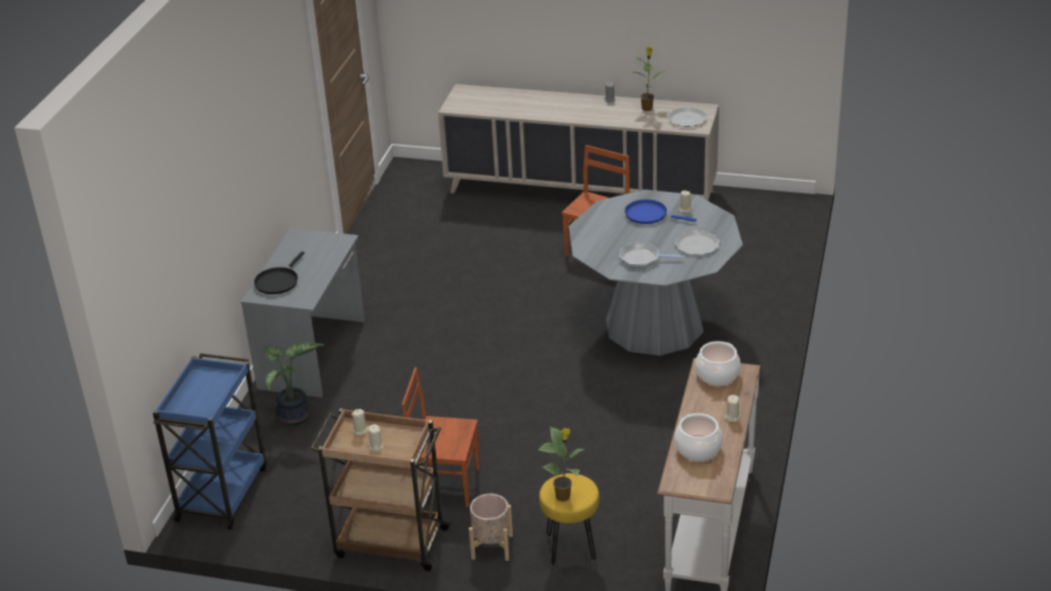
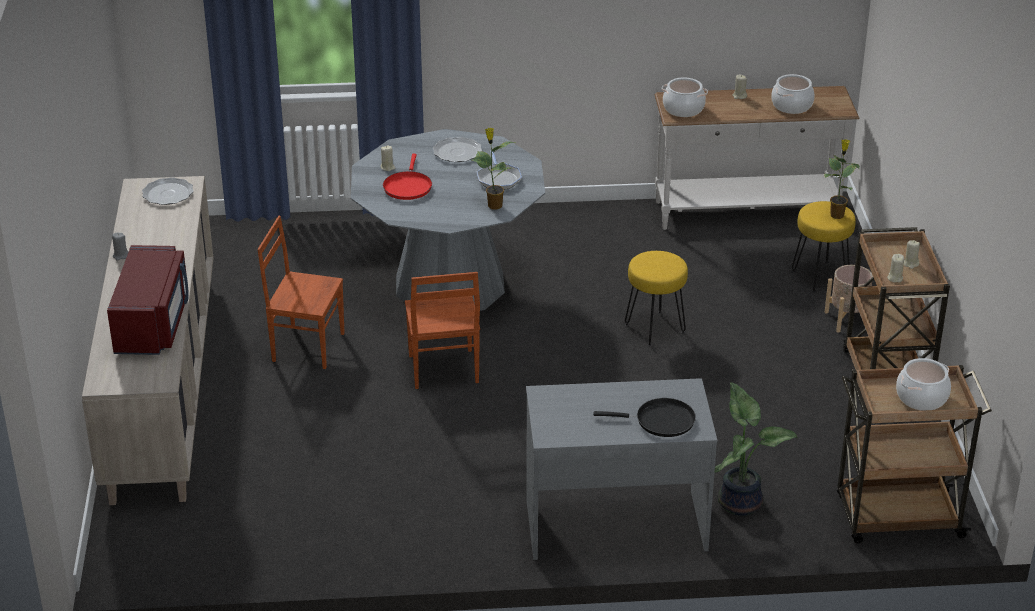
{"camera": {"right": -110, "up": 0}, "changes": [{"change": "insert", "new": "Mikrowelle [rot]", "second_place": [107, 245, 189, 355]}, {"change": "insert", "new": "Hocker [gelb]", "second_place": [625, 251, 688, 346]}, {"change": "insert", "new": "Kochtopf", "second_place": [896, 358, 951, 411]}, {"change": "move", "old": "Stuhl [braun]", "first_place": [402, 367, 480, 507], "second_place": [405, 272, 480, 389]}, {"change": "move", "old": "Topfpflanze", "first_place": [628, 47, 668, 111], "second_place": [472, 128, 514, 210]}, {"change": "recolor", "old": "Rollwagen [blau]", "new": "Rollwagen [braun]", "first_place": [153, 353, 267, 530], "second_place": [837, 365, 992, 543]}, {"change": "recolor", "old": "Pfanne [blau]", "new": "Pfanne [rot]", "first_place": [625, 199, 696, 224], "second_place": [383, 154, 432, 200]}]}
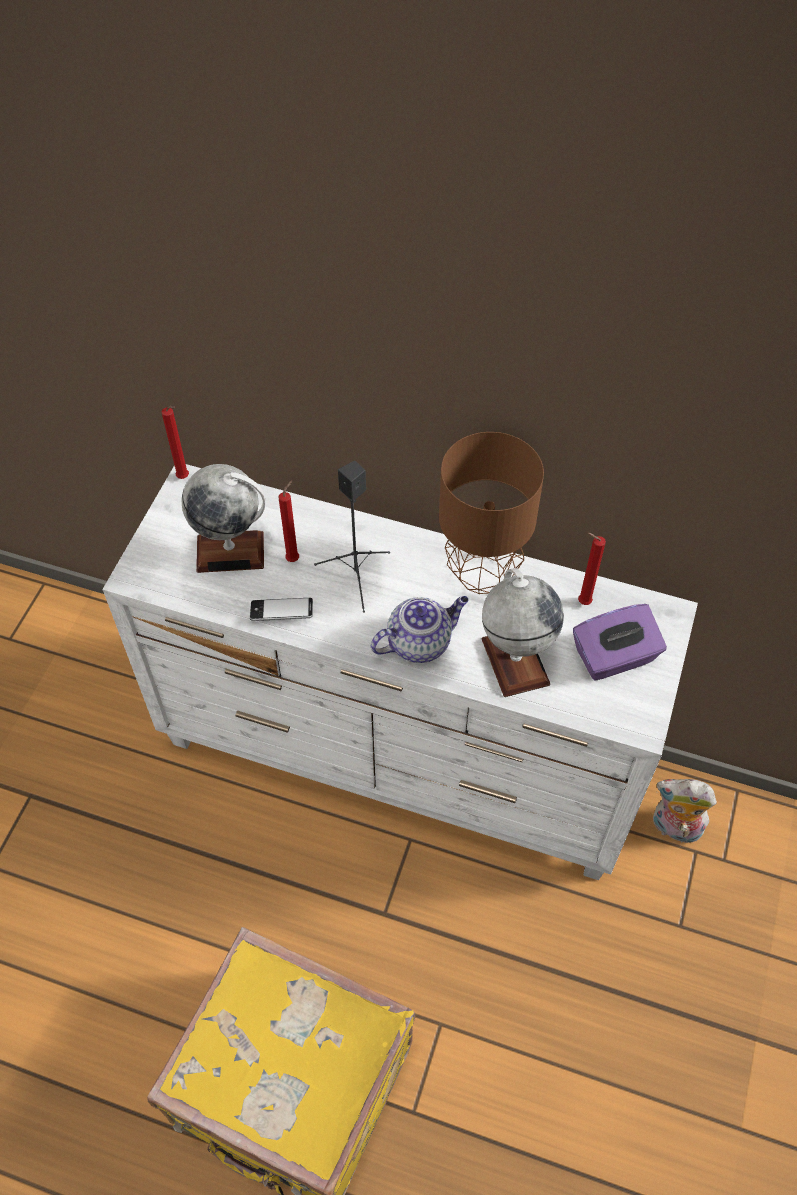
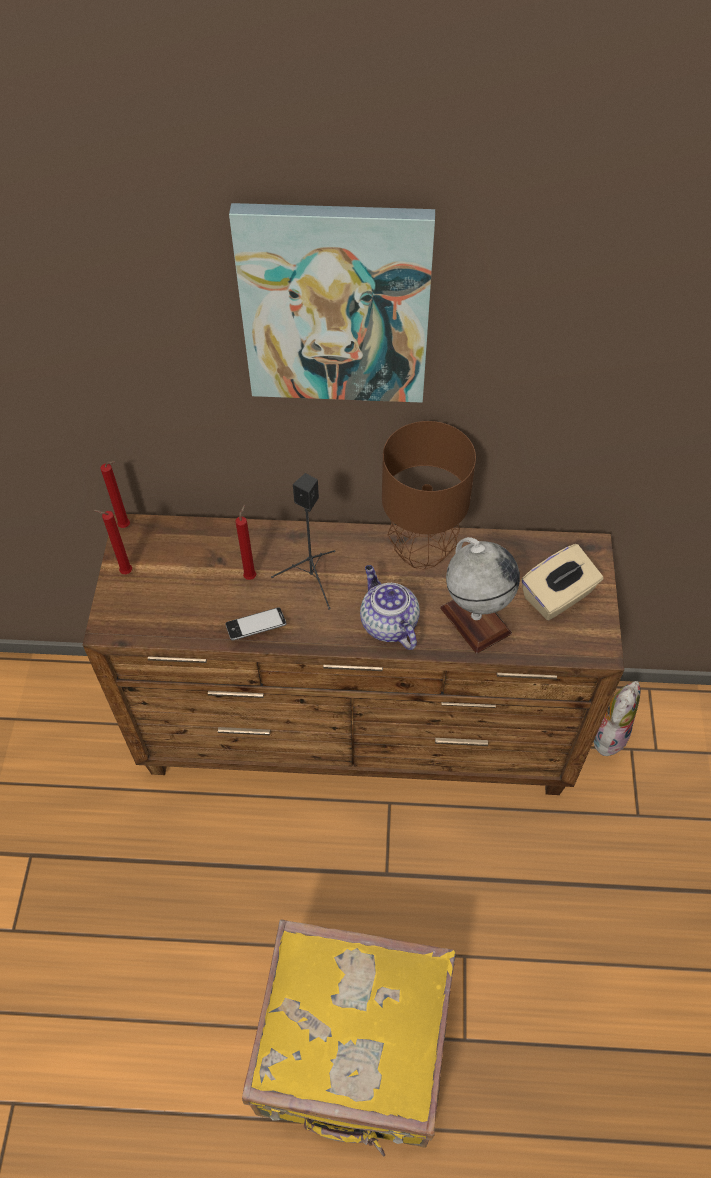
{"camera": {"right": -15, "up": 0}, "changes": [{"change": "delete", "old": "Globus", "first_place": [181, 464, 265, 573]}, {"change": "insert", "new": "Bild", "second_place": [229, 203, 435, 403]}, {"change": "move", "old": "Kerze [rot]", "first_place": [578, 533, 606, 605], "second_place": [93, 510, 132, 574]}, {"change": "recolor", "old": "Kommode [weiß]", "new": "Kommode [braun]", "first_place": [103, 464, 698, 880], "second_place": [83, 513, 624, 795]}, {"change": "recolor", "old": "Taschentuchbox [lila]", "new": "Taschentuchbox [beige]", "first_place": [573, 604, 667, 681], "second_place": [521, 544, 603, 620]}, {"change": "rotate", "old": "Teekanne", "first_place": [371, 596, 469, 663], "second_place": [360, 565, 420, 650], "degrees": -75}, {"change": "rotate", "old": "Plüschtier", "first_place": [653, 779, 717, 843], "second_place": [594, 681, 640, 761], "degrees": 120}]}
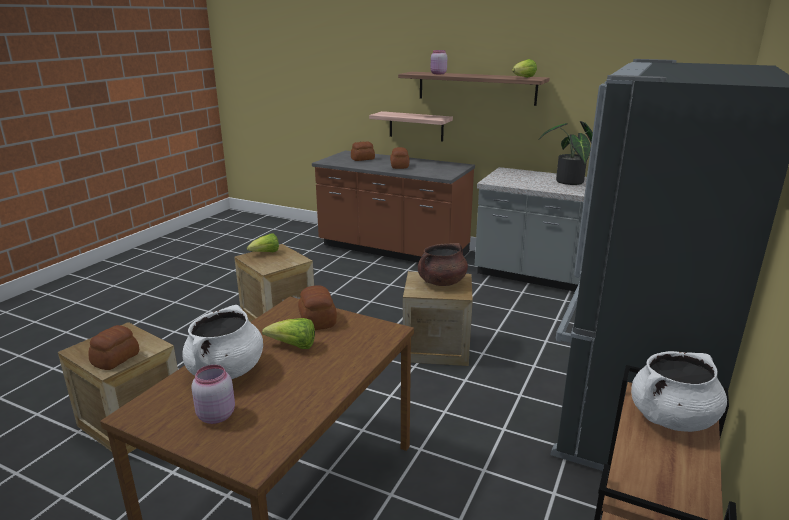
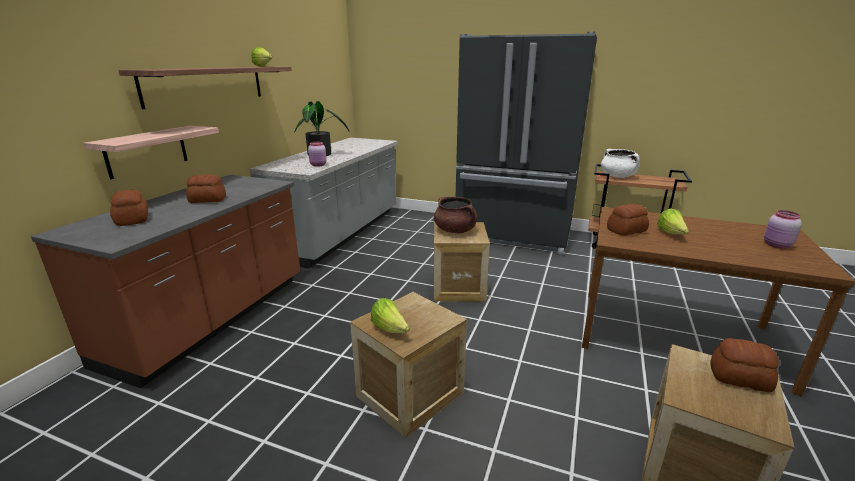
{"camera": {"right": -95, "up": 0}, "changes": [{"change": "delete", "old": "Kochtopf [weiß]", "first_place": [182, 305, 263, 379]}, {"change": "move", "old": "Vorratsglas [rosa]", "first_place": [431, 50, 447, 74], "second_place": [308, 142, 327, 167]}]}
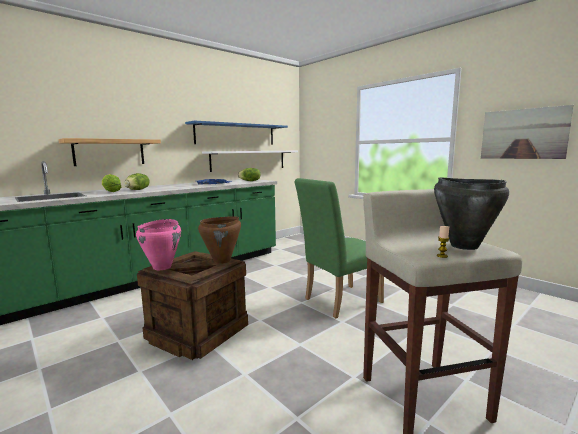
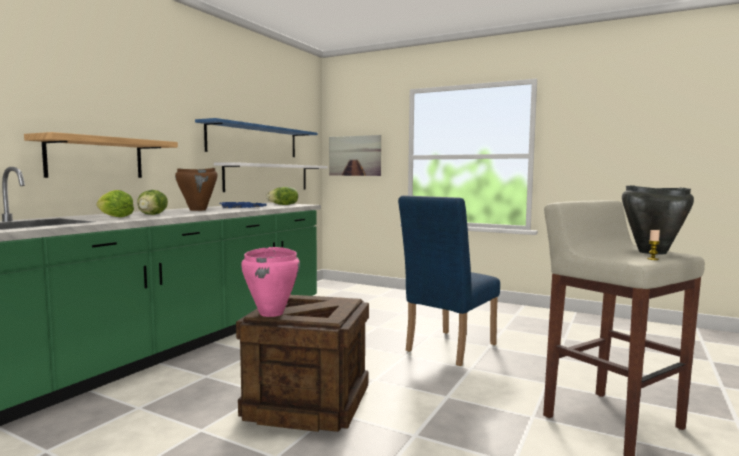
{"camera": {"right": -20, "up": -5}, "changes": [{"change": "move", "old": "Kochtopf [braun]", "first_place": [198, 216, 241, 264], "second_place": [175, 168, 218, 211]}, {"change": "move", "old": "Bild", "first_place": [481, 105, 574, 159], "second_place": [329, 135, 381, 176]}, {"change": "recolor", "old": "Stuhl [grün]", "new": "Stuhl [blau]", "first_place": [294, 178, 384, 318], "second_place": [398, 195, 500, 366]}]}
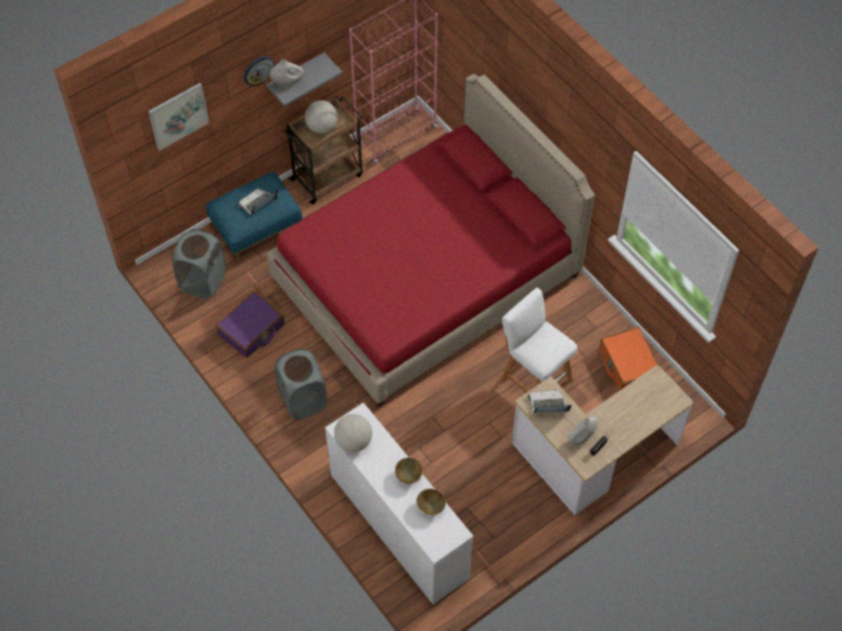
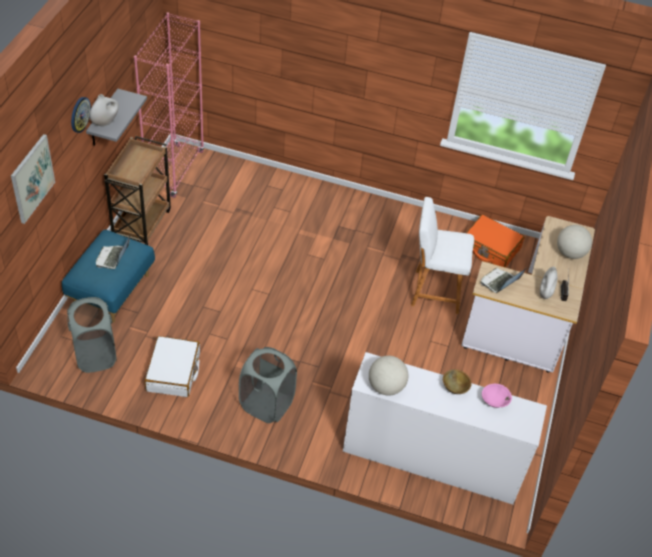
{"camera": {"right": -40, "up": -10}, "changes": [{"change": "delete", "old": "Bett [rot]", "first_place": [267, 74, 595, 406]}, {"change": "move", "old": "Globus", "first_place": [305, 100, 338, 134], "second_place": [557, 225, 592, 259]}, {"change": "recolor", "old": "Koffer [lila]", "new": "Koffer [weiß]", "first_place": [216, 292, 285, 358], "second_place": [145, 336, 200, 397]}, {"change": "recolor", "old": "Schüssel [braun]", "new": "Schüssel [rosa]", "first_place": [416, 489, 446, 515], "second_place": [482, 384, 512, 408]}]}
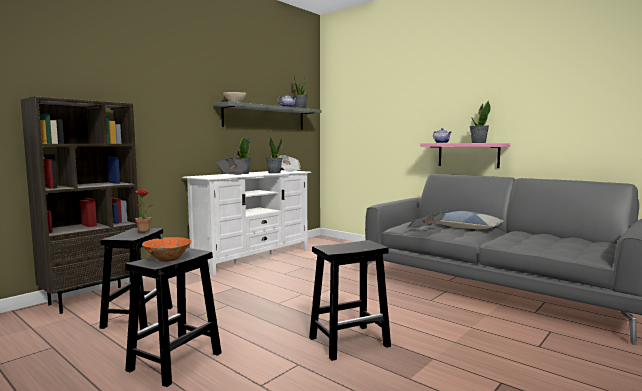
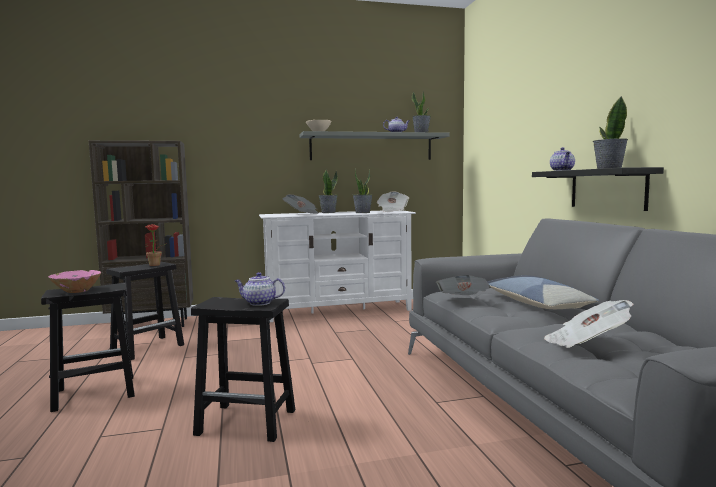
{"camera": {"right": 35, "up": 0}, "changes": [{"change": "insert", "new": "Teekanne", "second_place": [235, 272, 285, 306]}, {"change": "insert", "new": "Zeitung", "second_place": [544, 300, 634, 348]}, {"change": "recolor", "old": "Schüssel [orange]", "new": "Schüssel [rosa]", "first_place": [142, 237, 191, 262], "second_place": [49, 270, 101, 293]}, {"change": "recolor", "old": "Wandregal [rosa]", "new": "Wandregal [schwarz]", "first_place": [420, 143, 510, 168], "second_place": [532, 167, 664, 211]}]}
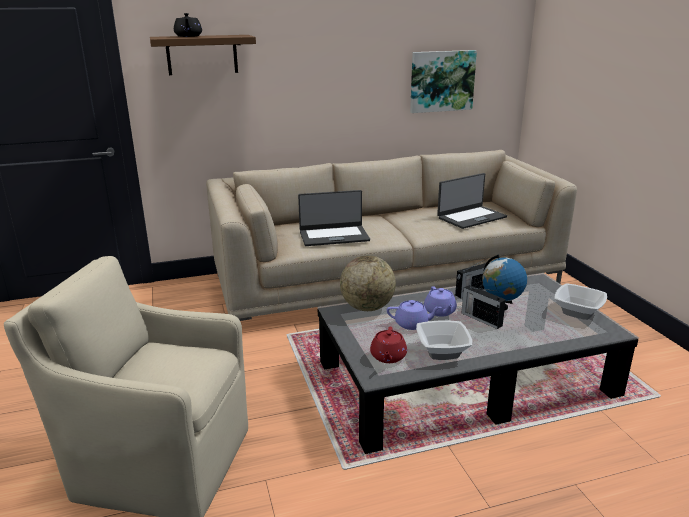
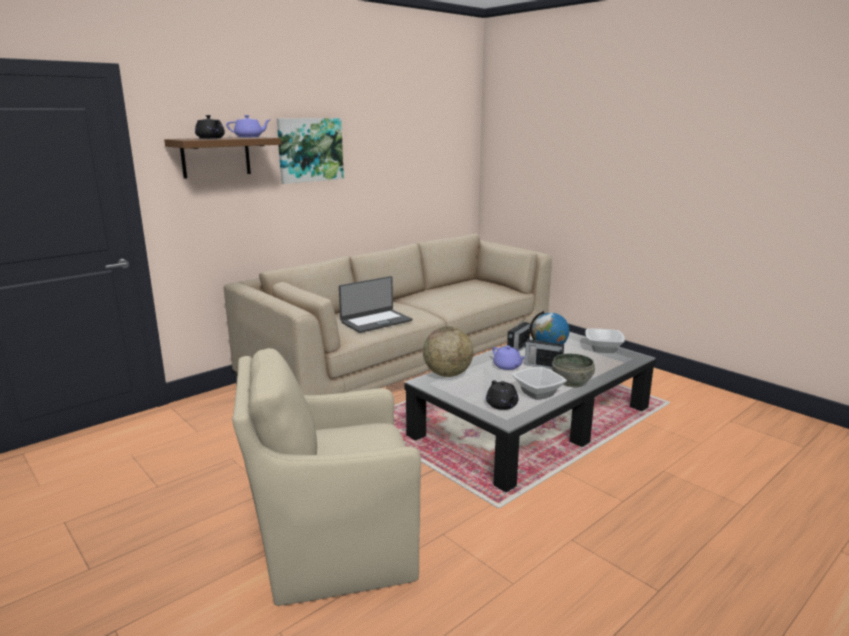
{"camera": {"right": -25, "up": -5}, "changes": [{"change": "delete", "old": "Laptop", "first_place": [437, 173, 507, 229]}, {"change": "insert", "new": "Schüssel [grau]", "second_place": [552, 353, 595, 387]}, {"change": "move", "old": "Teekanne [lila]", "first_place": [387, 300, 441, 330], "second_place": [226, 115, 270, 137]}, {"change": "move", "old": "Bild", "first_place": [410, 50, 477, 113], "second_place": [277, 118, 344, 184]}, {"change": "recolor", "old": "Teekanne [rot]", "new": "Teekanne [schwarz]", "first_place": [370, 327, 407, 363], "second_place": [486, 380, 518, 410]}]}
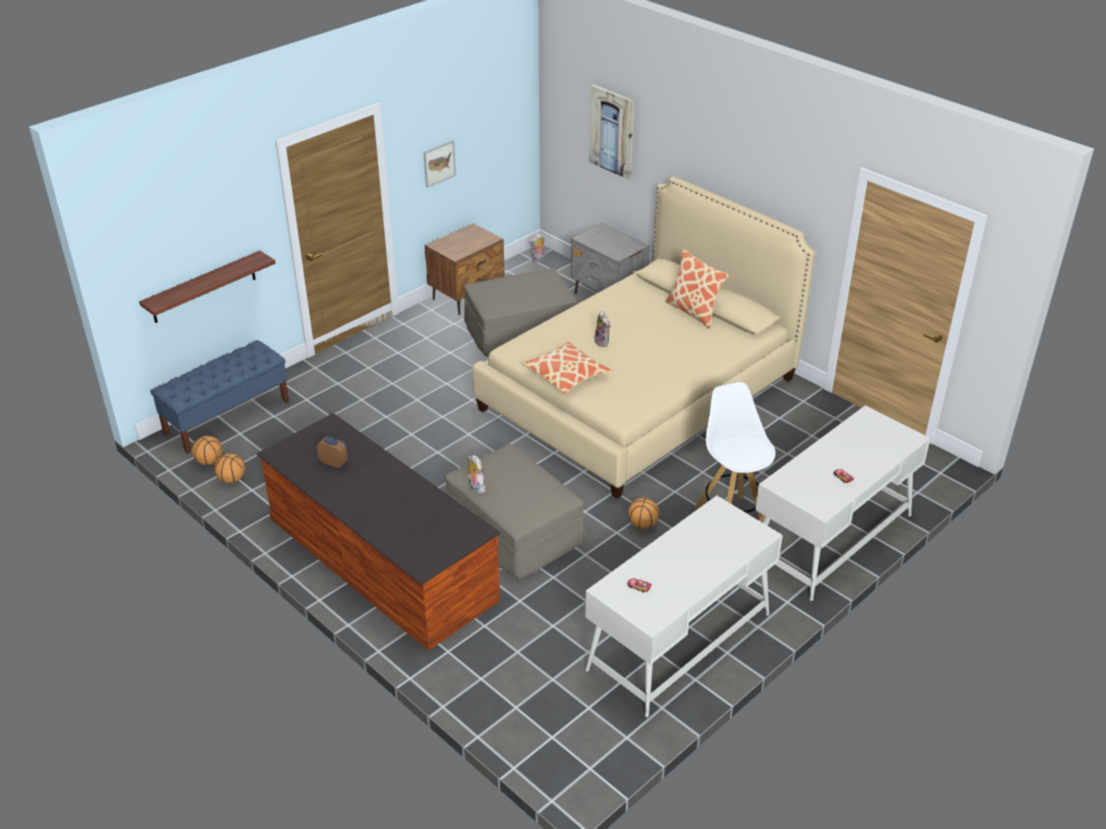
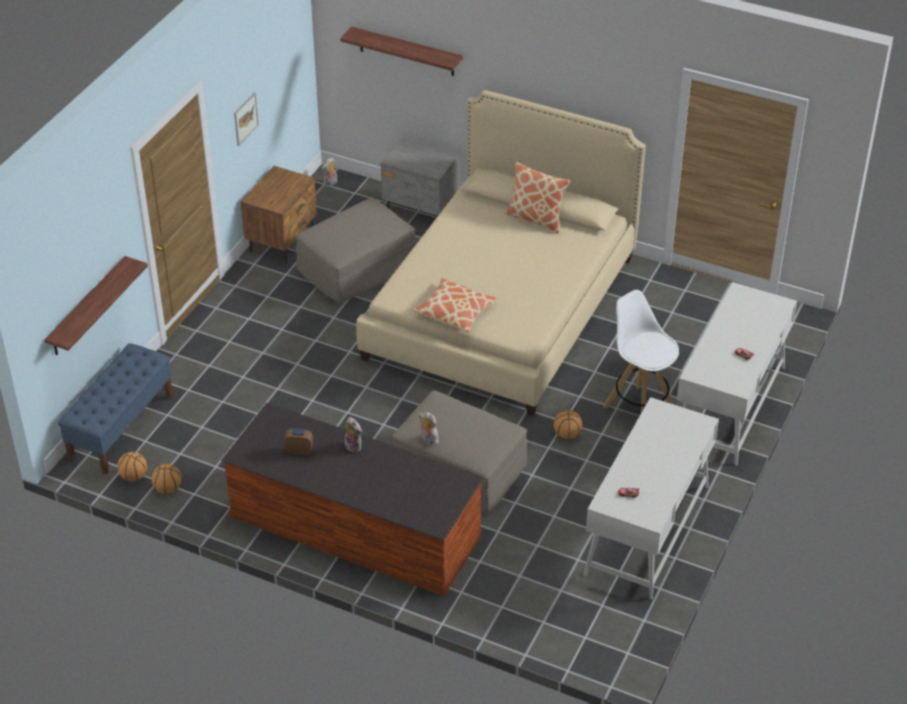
{"camera": {"right": -20, "up": 5}, "changes": [{"change": "move", "old": "Plüschtier", "first_place": [594, 311, 611, 347], "second_place": [345, 417, 362, 453]}, {"change": "replace", "old": "Bild", "new": "Wandregal", "first_place": [589, 84, 634, 180], "second_place": [340, 27, 463, 76]}]}
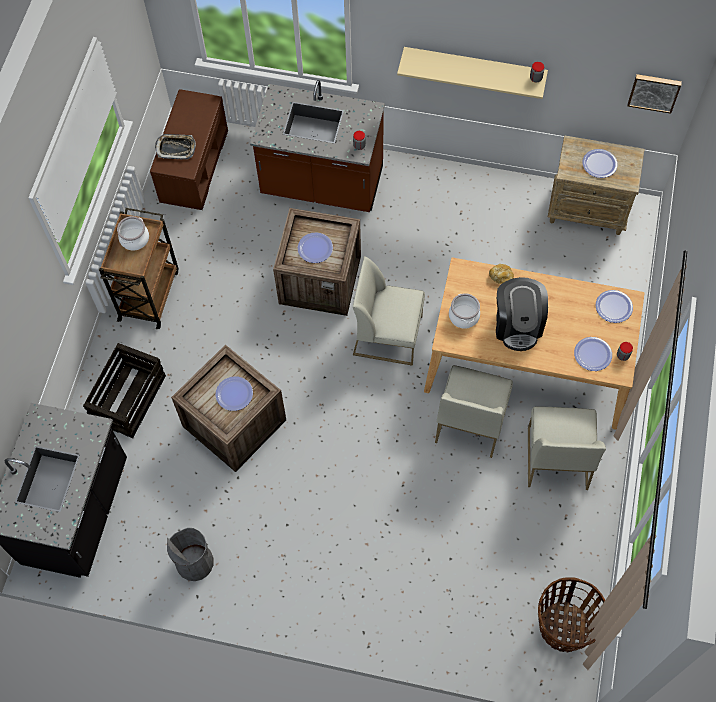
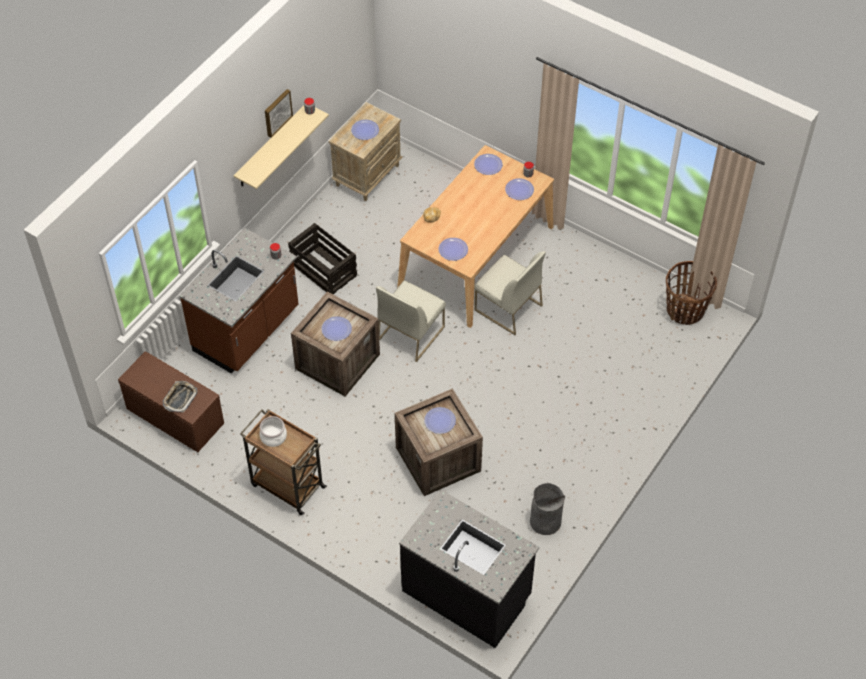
{"camera": {"right": -70, "up": -10}, "changes": [{"change": "delete", "old": "Kaffeemaschine", "first_place": [496, 277, 548, 351]}, {"change": "delete", "old": "Stuhl [weiß]", "first_place": [528, 407, 606, 490]}, {"change": "move", "old": "Kiste", "first_place": [83, 343, 166, 438], "second_place": [288, 223, 357, 294]}, {"change": "move", "old": "Bild", "first_place": [628, 74, 682, 114], "second_place": [265, 89, 293, 138]}, {"change": "replace", "old": "Kochtopf", "new": "Teller", "first_place": [449, 294, 480, 329], "second_place": [439, 238, 468, 261]}]}
